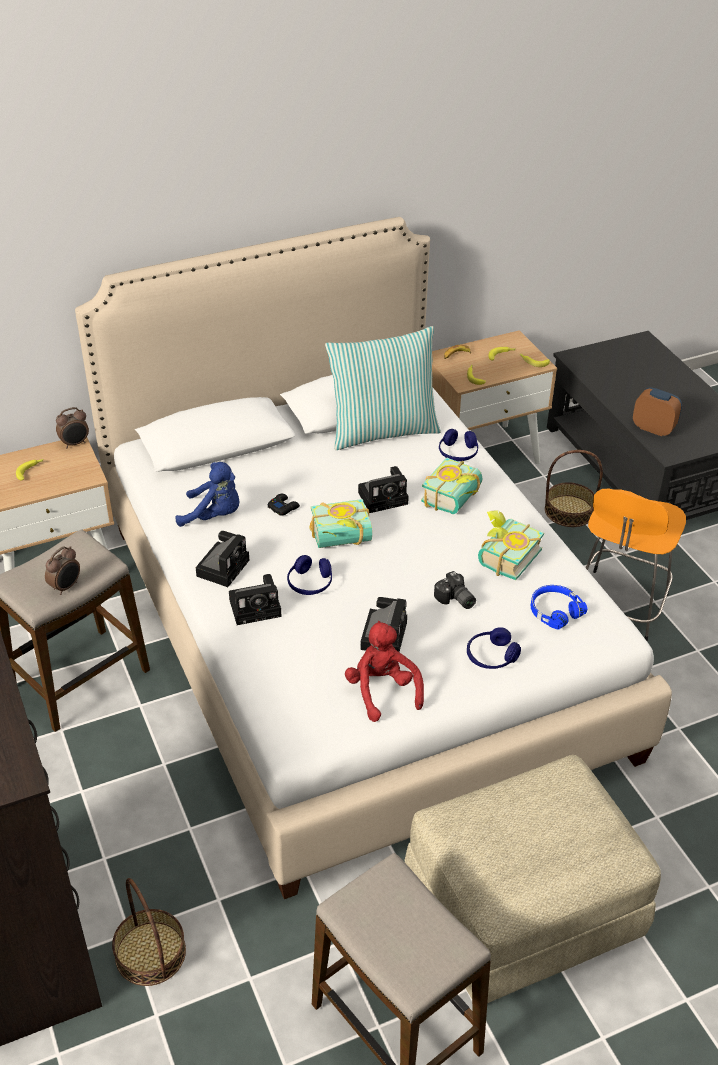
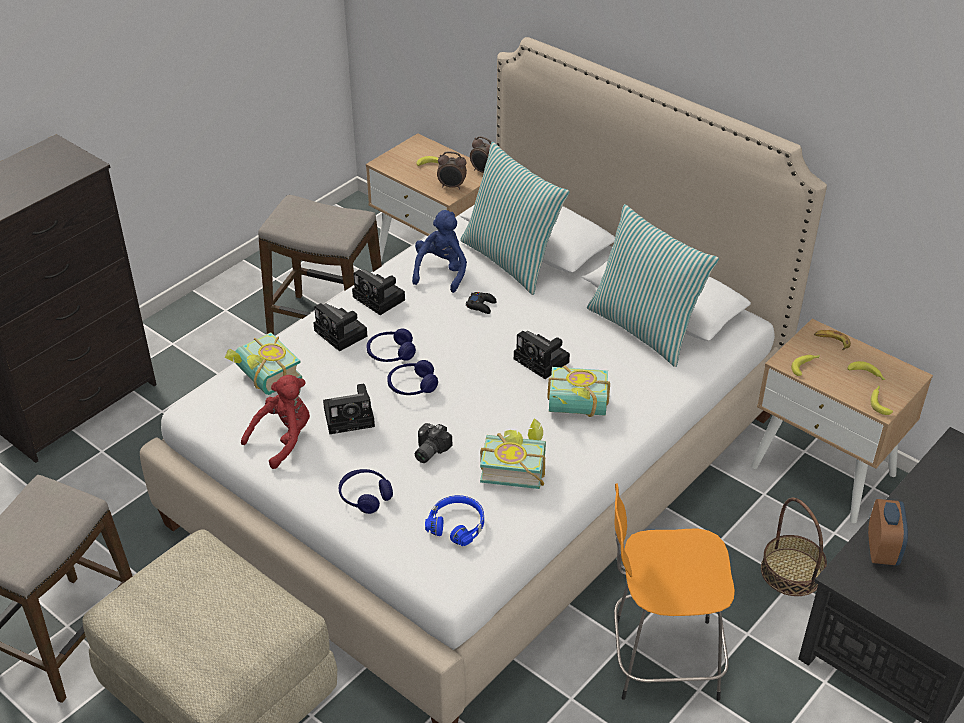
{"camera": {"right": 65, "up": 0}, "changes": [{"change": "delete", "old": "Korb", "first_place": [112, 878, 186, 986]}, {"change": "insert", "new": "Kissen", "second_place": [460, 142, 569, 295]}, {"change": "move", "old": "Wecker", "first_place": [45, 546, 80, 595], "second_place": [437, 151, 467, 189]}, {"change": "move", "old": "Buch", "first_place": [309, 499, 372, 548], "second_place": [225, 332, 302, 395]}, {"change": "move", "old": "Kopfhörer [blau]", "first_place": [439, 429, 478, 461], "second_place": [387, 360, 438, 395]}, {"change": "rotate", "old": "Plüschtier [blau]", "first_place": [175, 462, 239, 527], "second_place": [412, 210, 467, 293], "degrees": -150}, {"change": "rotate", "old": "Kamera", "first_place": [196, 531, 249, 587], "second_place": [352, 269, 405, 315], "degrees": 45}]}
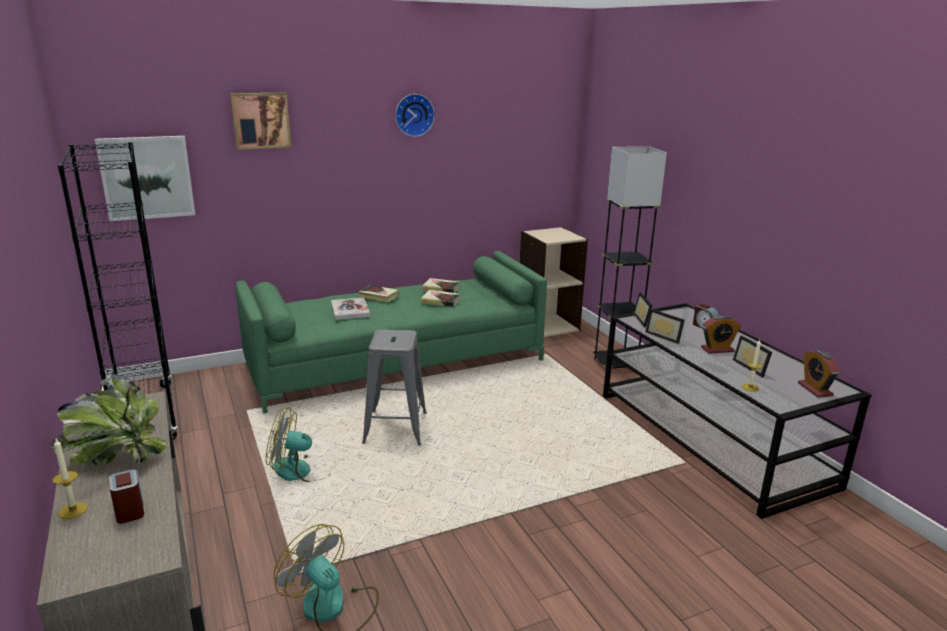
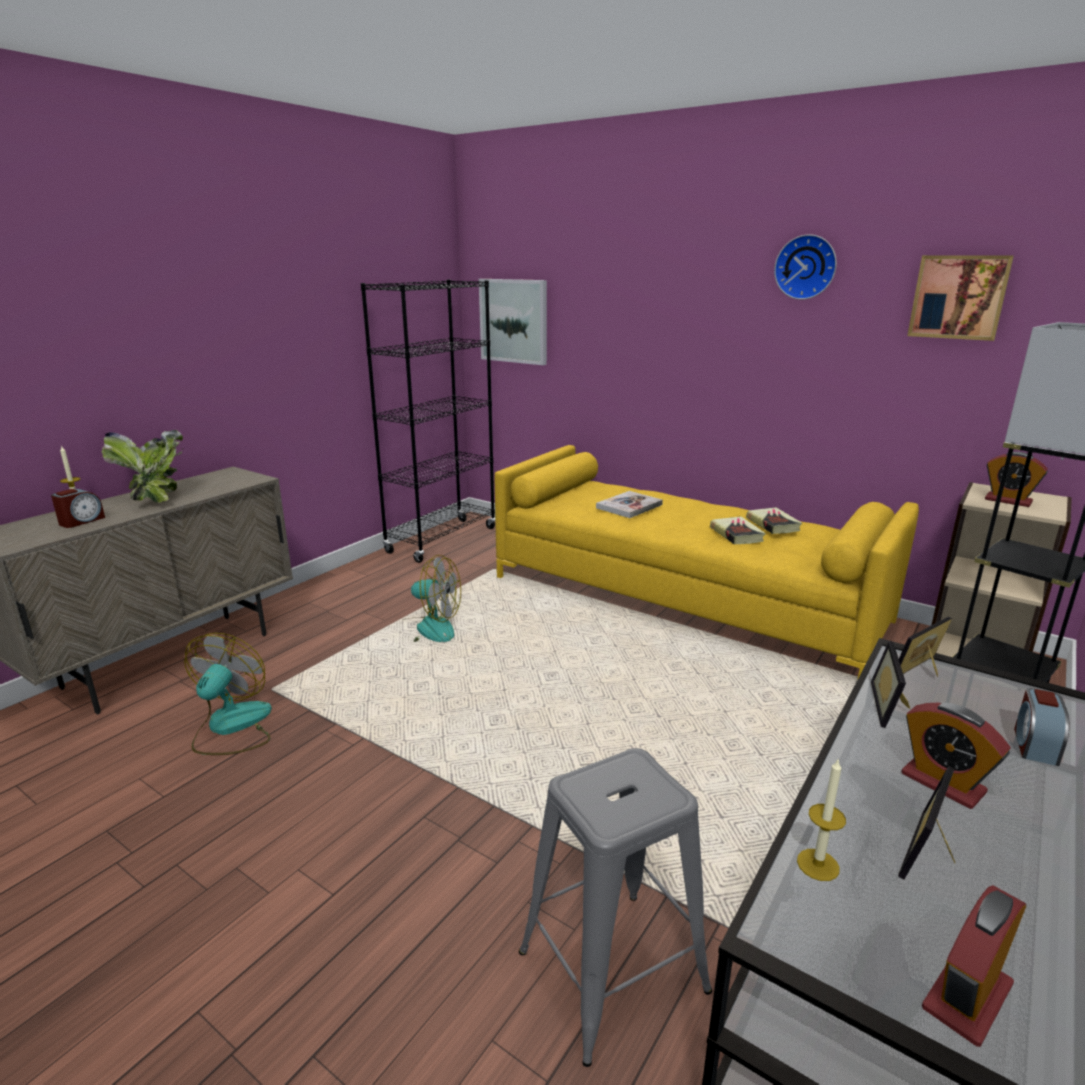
{"camera": {"right": 60, "up": 0}, "changes": [{"change": "delete", "old": "Buch", "first_place": [359, 285, 400, 302]}, {"change": "insert", "new": "Wecker", "second_place": [985, 452, 1048, 507]}, {"change": "move", "old": "Bild", "first_place": [230, 93, 291, 150], "second_place": [907, 255, 1014, 341]}, {"change": "move", "old": "Hocker [grau]", "first_place": [362, 329, 427, 446], "second_place": [519, 748, 712, 1067]}, {"change": "recolor", "old": "Sofa [grün]", "new": "Sofa [gelb]", "first_place": [236, 251, 547, 414], "second_place": [495, 445, 919, 678]}, {"change": "rotate", "old": "Ventilator", "first_place": [266, 407, 327, 482], "second_place": [399, 555, 461, 642], "degrees": 135}]}
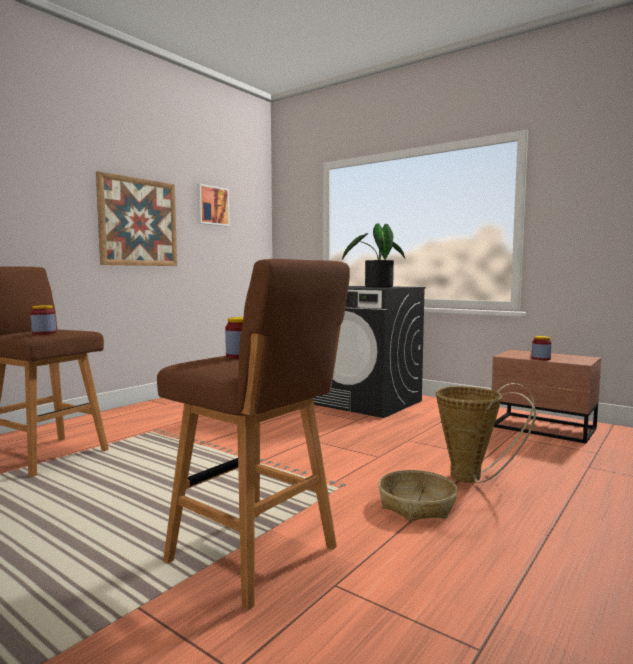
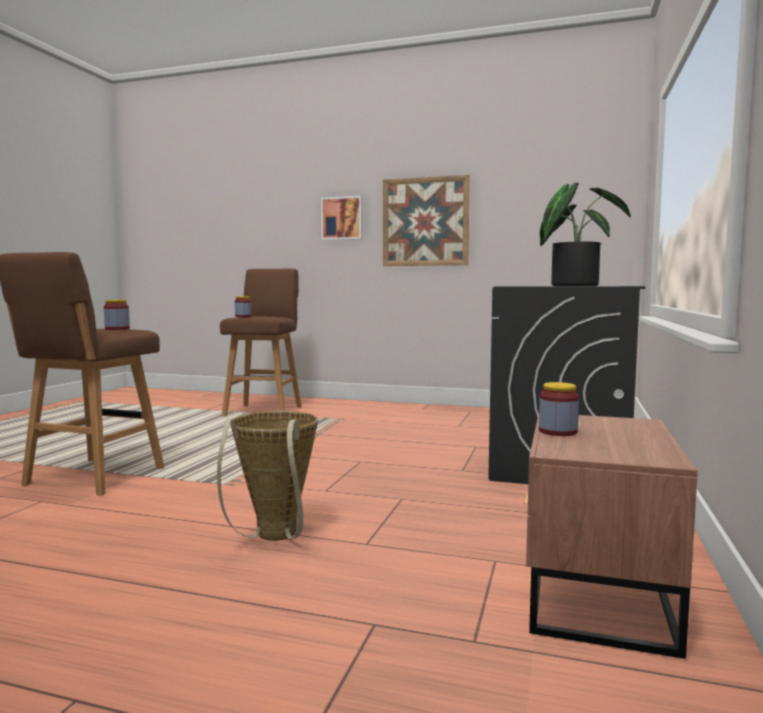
{"camera": {"right": 70, "up": 0}, "changes": [{"change": "delete", "old": "Korb", "first_place": [378, 470, 458, 521]}, {"change": "move", "old": "Bild", "first_place": [197, 184, 230, 226], "second_place": [321, 196, 363, 240]}]}
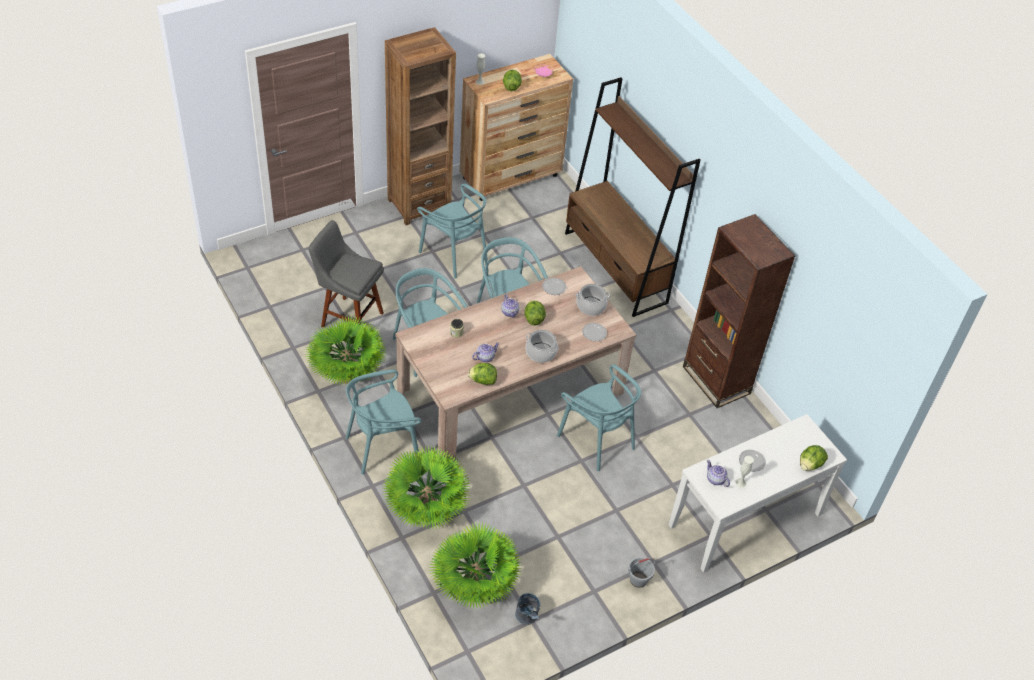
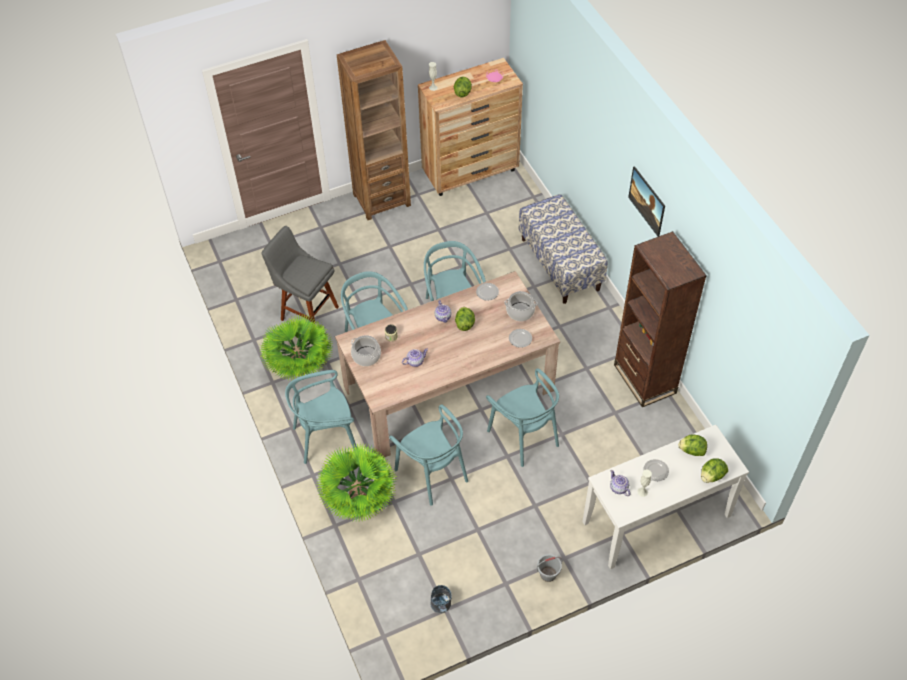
{"camera": {"right": 10, "up": 5}, "changes": [{"change": "delete", "old": "Topfpflanze", "first_place": [429, 521, 522, 609]}, {"change": "insert", "new": "Bild", "second_place": [628, 166, 665, 237]}, {"change": "move", "old": "Stuhl [türkis]", "first_place": [417, 184, 488, 279], "second_place": [389, 404, 468, 506]}, {"change": "move", "old": "Salatkopf", "first_place": [468, 363, 497, 385], "second_place": [678, 434, 707, 456]}, {"change": "move", "old": "Kochtopf", "first_place": [526, 330, 559, 363], "second_place": [351, 335, 381, 366]}, {"change": "replace", "old": "Bücherregal [braun]", "new": "Bank", "first_place": [565, 77, 701, 317], "second_place": [519, 194, 608, 304]}]}
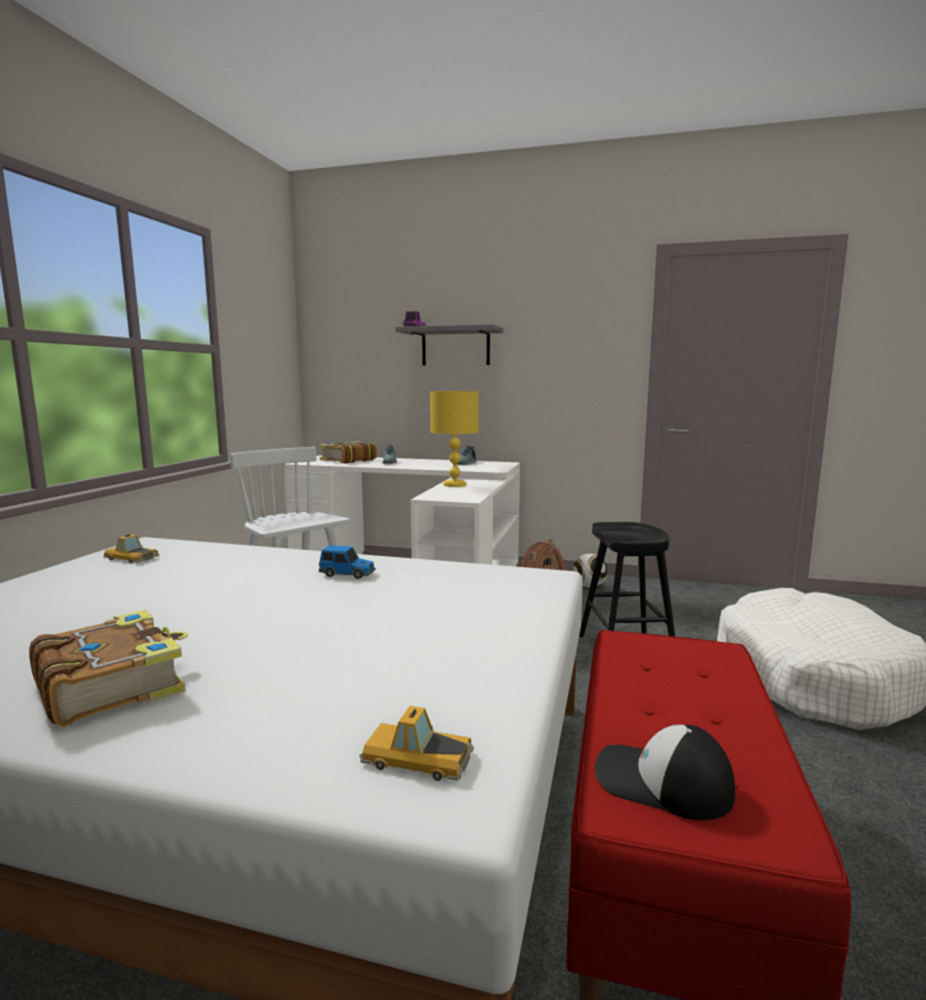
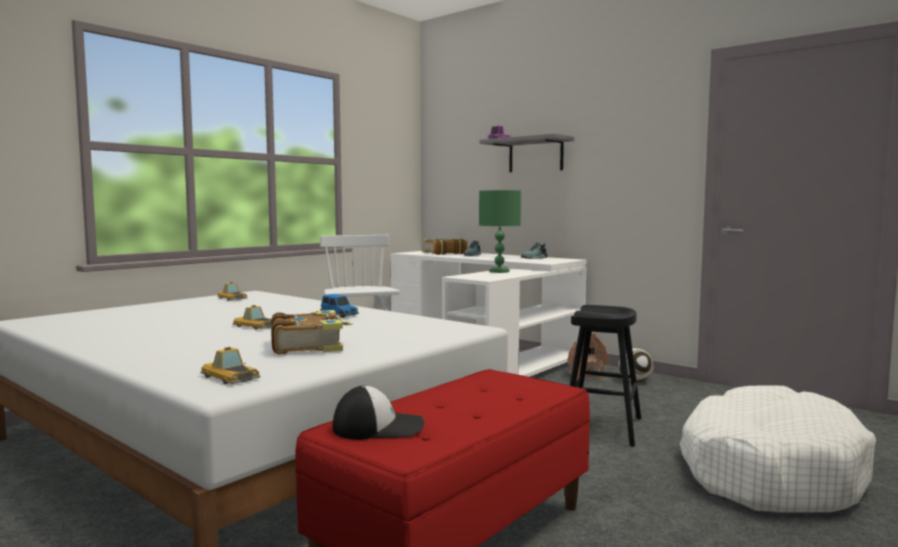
{"camera": {"right": 25, "up": -5}, "changes": [{"change": "insert", "new": "Spielzeugauto", "second_place": [233, 305, 271, 330]}, {"change": "move", "old": "Buch", "first_place": [29, 610, 188, 727], "second_place": [271, 310, 353, 354]}, {"change": "recolor", "old": "Tischlampe [gelb]", "new": "Tischlampe [grün]", "first_place": [430, 391, 479, 487], "second_place": [479, 190, 521, 273]}, {"change": "rotate", "old": "Kappe", "first_place": [595, 724, 735, 820], "second_place": [333, 386, 424, 440], "degrees": 120}]}
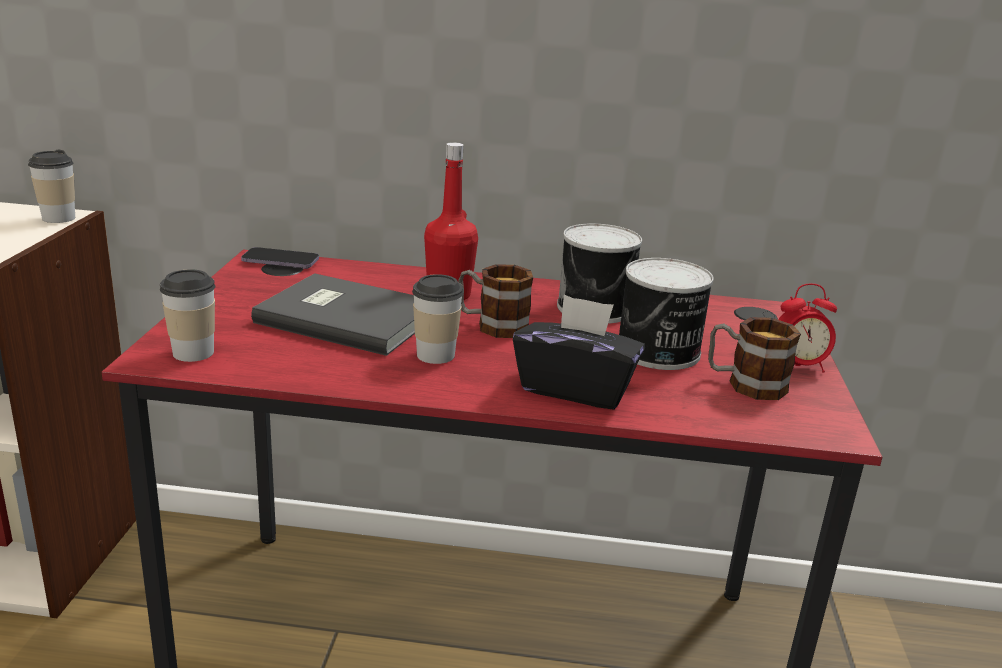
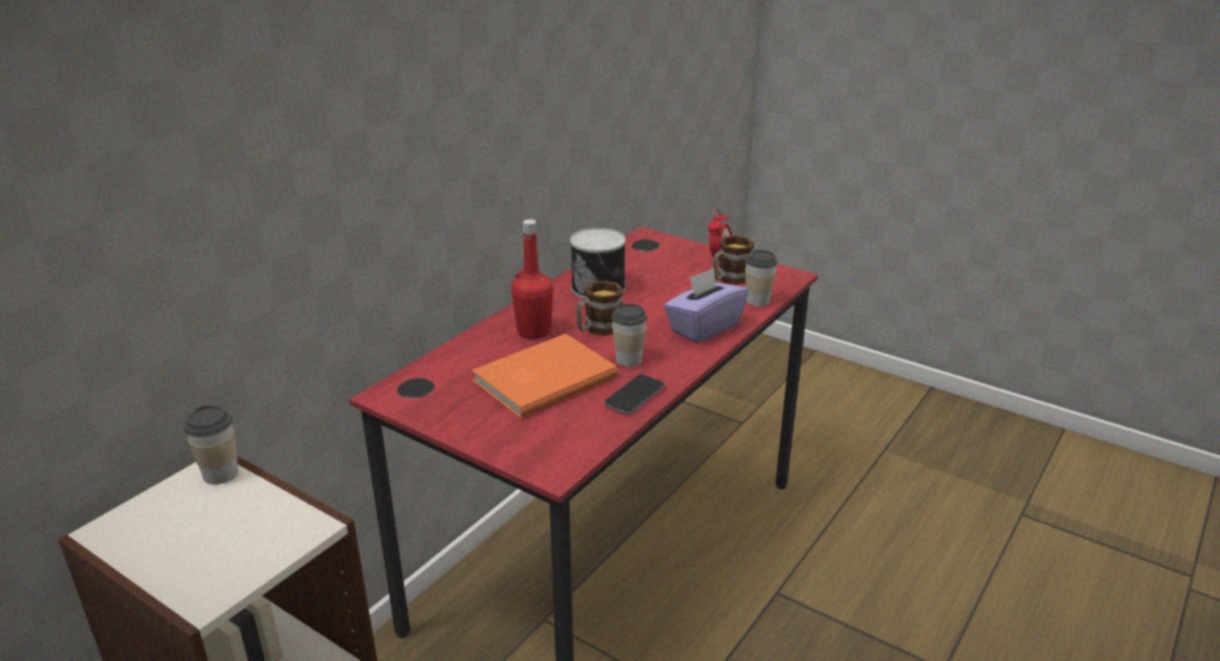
{"camera": {"right": -60, "up": 5}, "changes": [{"change": "delete", "old": "Dose", "first_place": [619, 258, 714, 370]}, {"change": "move", "old": "Tasse", "first_place": [160, 269, 215, 362], "second_place": [745, 250, 778, 307]}, {"change": "move", "old": "Handy", "first_place": [241, 247, 319, 269], "second_place": [604, 374, 665, 415]}, {"change": "recolor", "old": "Buch [grau]", "new": "Buch [orange]", "first_place": [251, 273, 415, 356], "second_place": [472, 334, 618, 419]}, {"change": "recolor", "old": "Taschentuchbox [schwarz]", "new": "Taschentuchbox [lila]", "first_place": [513, 295, 645, 410], "second_place": [664, 268, 748, 343]}]}
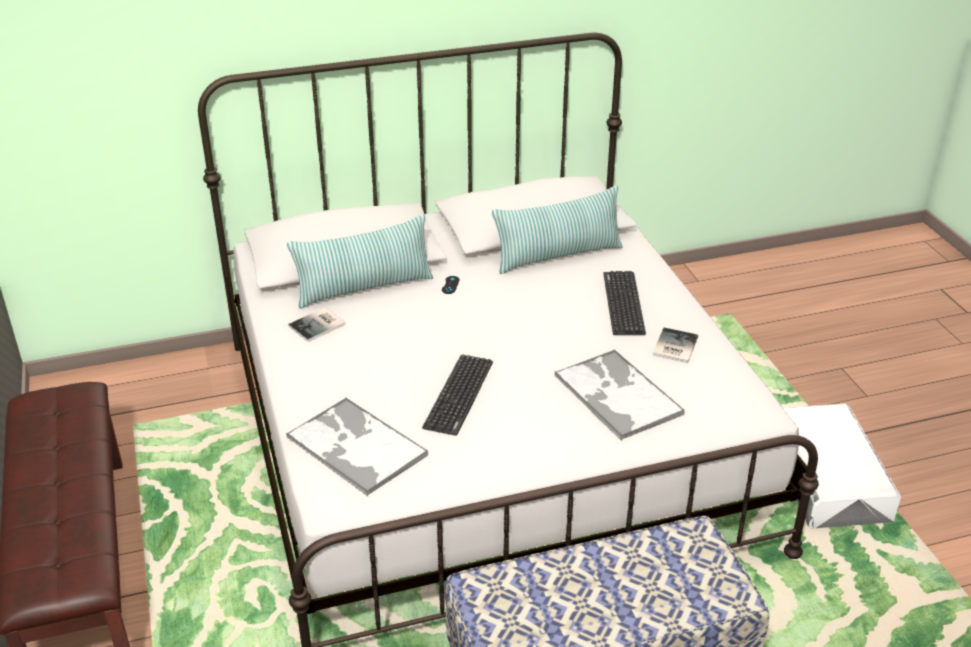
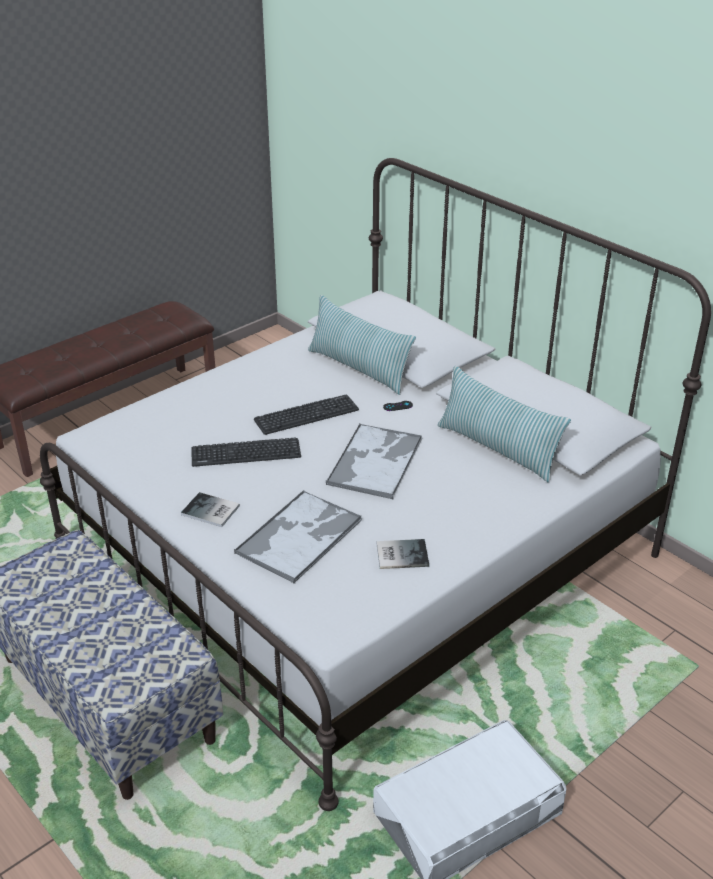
{"camera": {"right": 65, "up": 0}, "changes": [{"change": "move", "old": "Tablett", "first_place": [286, 397, 428, 496], "second_place": [325, 424, 423, 499]}, {"change": "move", "old": "Buch", "first_place": [288, 307, 345, 342], "second_place": [181, 492, 240, 527]}, {"change": "move", "old": "Tastatur", "first_place": [603, 271, 646, 335], "second_place": [254, 394, 359, 435]}]}
